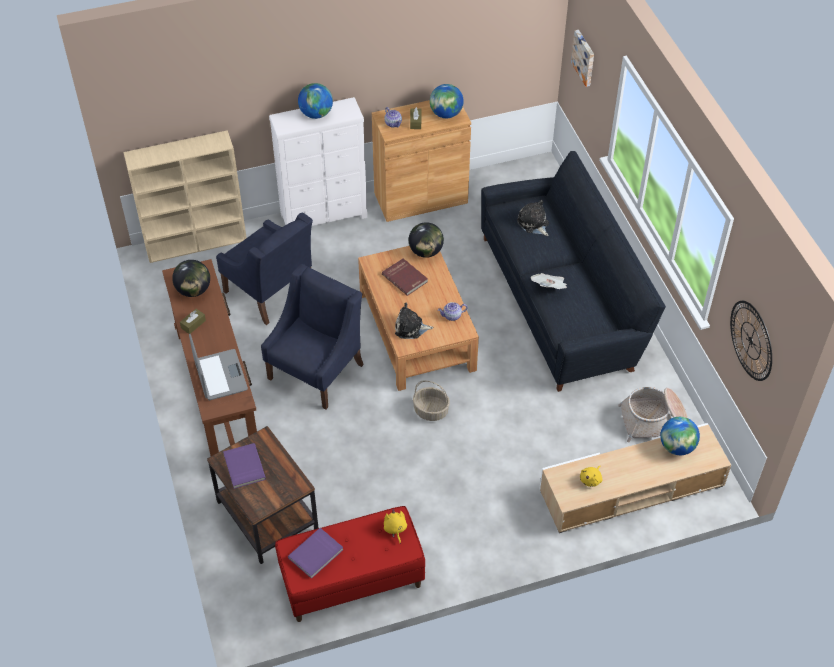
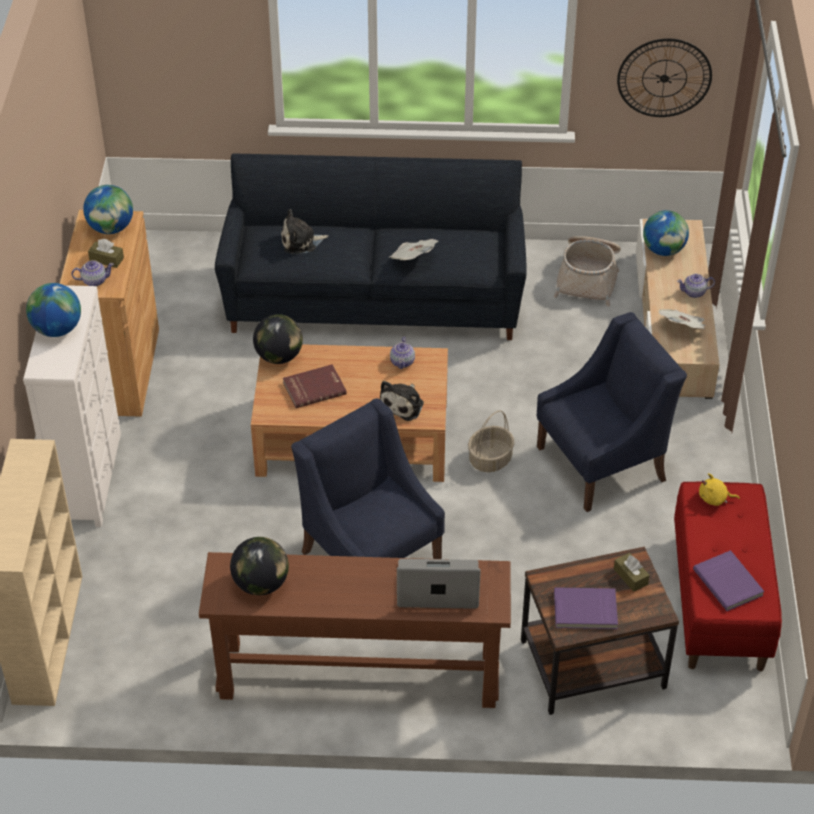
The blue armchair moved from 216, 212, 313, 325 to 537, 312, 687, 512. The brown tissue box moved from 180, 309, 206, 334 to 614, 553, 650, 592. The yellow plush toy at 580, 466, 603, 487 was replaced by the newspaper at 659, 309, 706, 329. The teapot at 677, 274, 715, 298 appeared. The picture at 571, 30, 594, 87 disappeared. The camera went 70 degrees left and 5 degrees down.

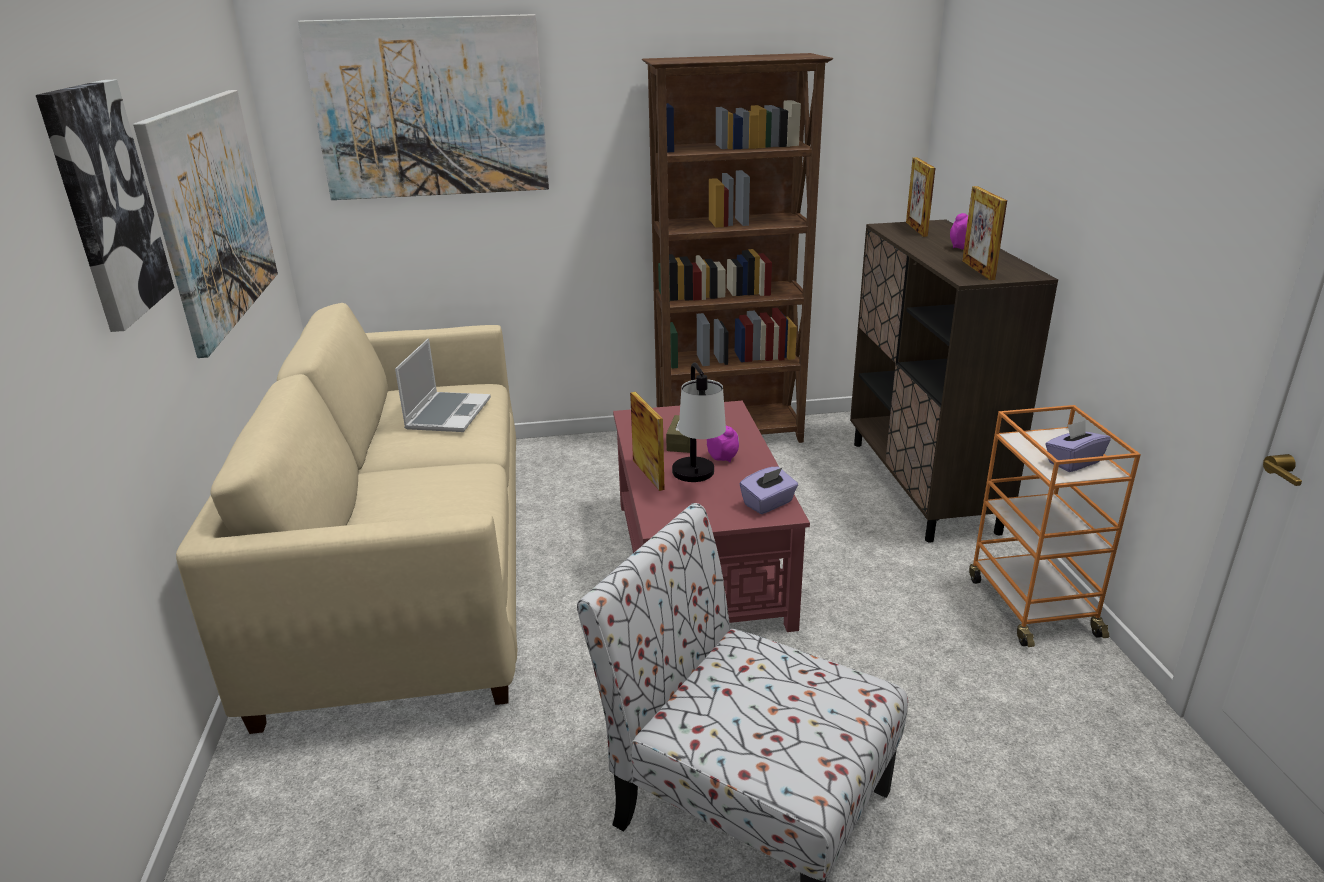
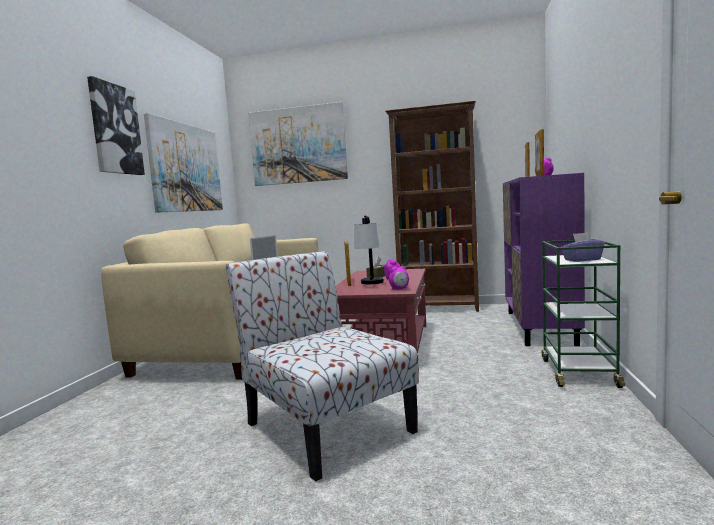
The purple tissue box at 740, 467, 798, 514 was replaced by the alarm clock at 389, 266, 409, 290. The brown cabinet at 850, 220, 1058, 543 became the purple cabinet at 503, 173, 585, 346. The orange cart at 969, 405, 1141, 647 became the green cart at 542, 239, 625, 388. The camera went 20 degrees right and 20 degrees down.

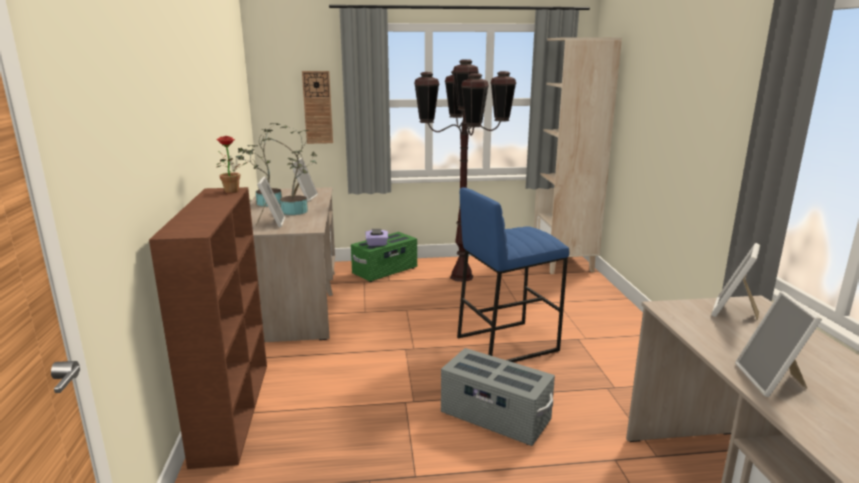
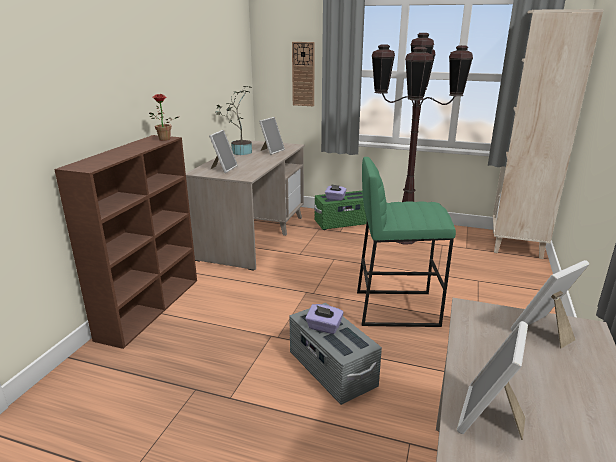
The purple tissue box at 305, 304, 344, 334 appeared. The blue stool at 457, 187, 569, 362 became the green stool at 357, 157, 456, 327. The potted plant at 262, 126, 317, 215 disappeared. The camera went 25 degrees right and 5 degrees up.

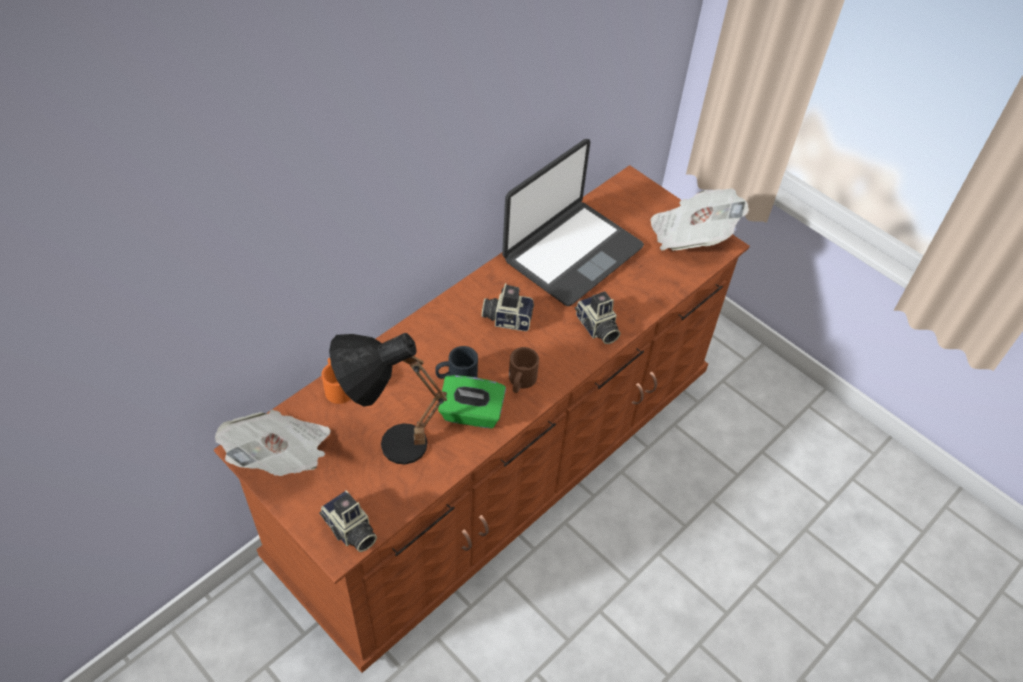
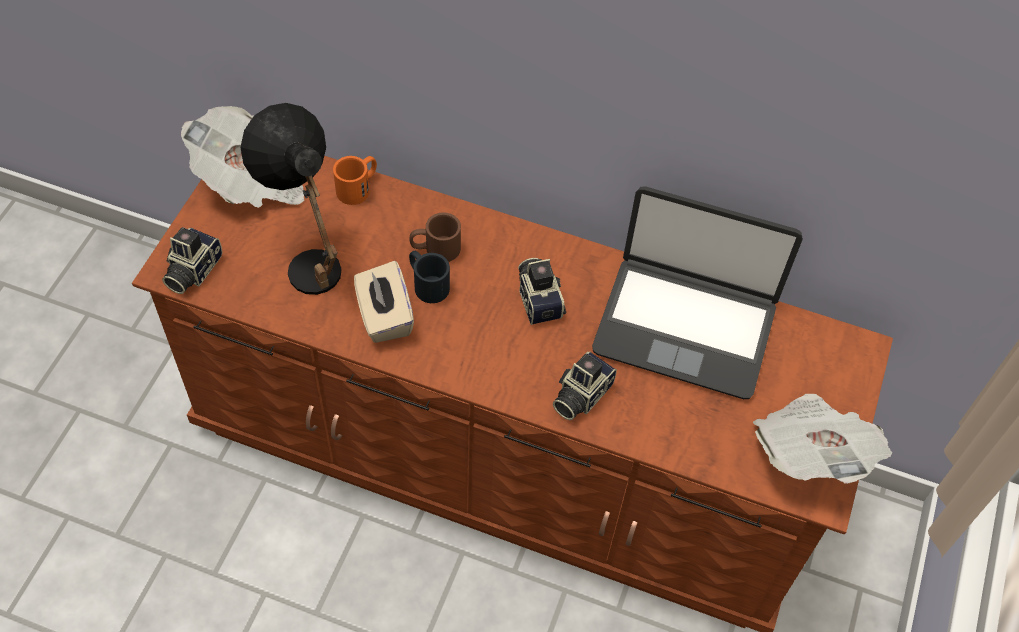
The green tissue box at 438, 375, 506, 428 became the beige tissue box at 354, 261, 414, 343. The brown mug moved from 509, 347, 539, 393 to 409, 212, 461, 262. The camera went 65 degrees right and 5 degrees up.

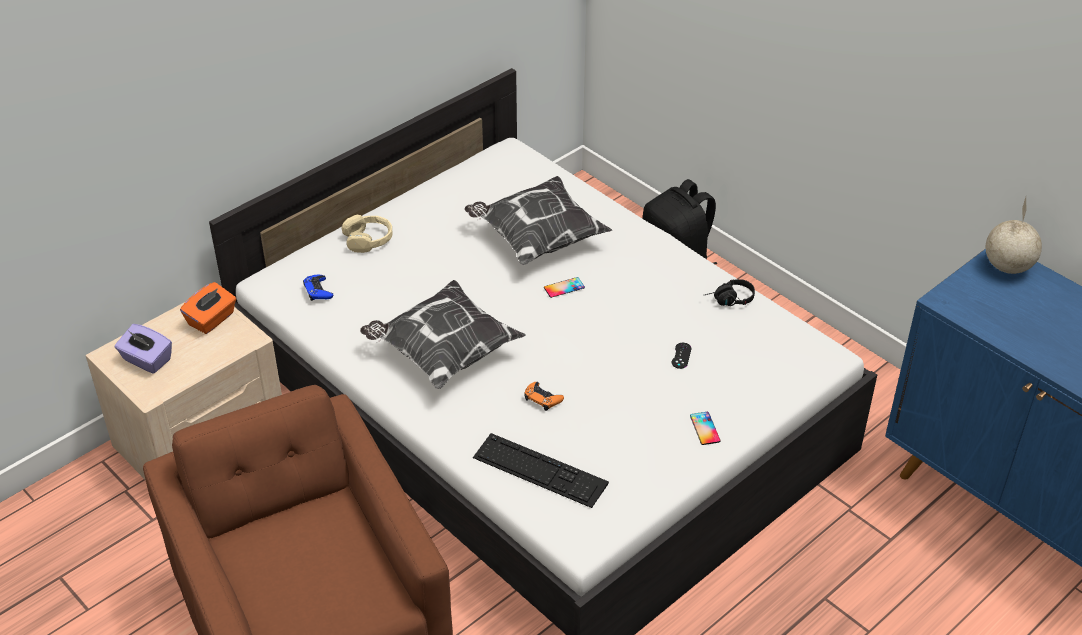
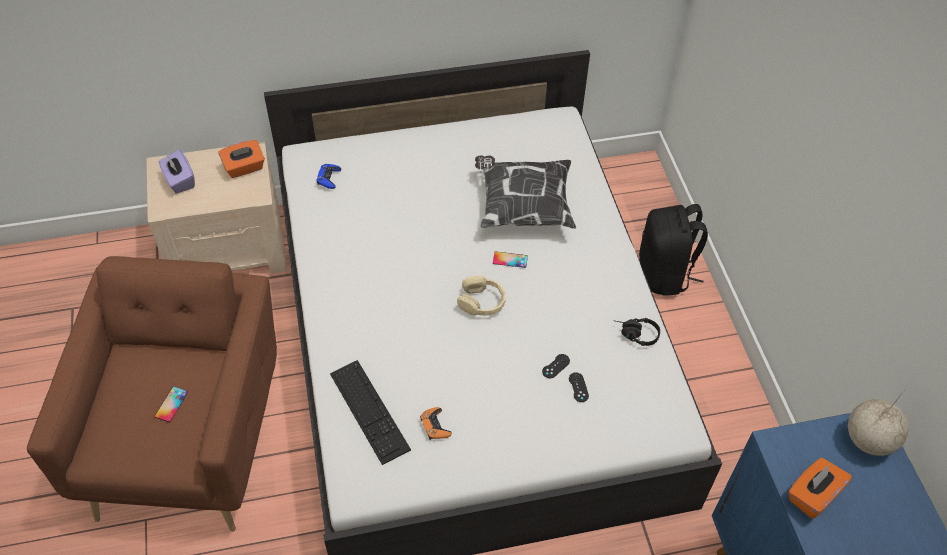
The phone moved from 690, 412, 721, 445 to 154, 386, 188, 422. The orange game controller moved from 524, 382, 564, 411 to 420, 407, 452, 440. The beige headphones moved from 342, 215, 392, 253 to 457, 276, 506, 316. The black game controller at 569, 372, 589, 402 appeared. The orange tissue box at 789, 458, 852, 519 appeared. The pillow at 360, 280, 526, 389 disappeared. The camera went 30 degrees right and 10 degrees up.

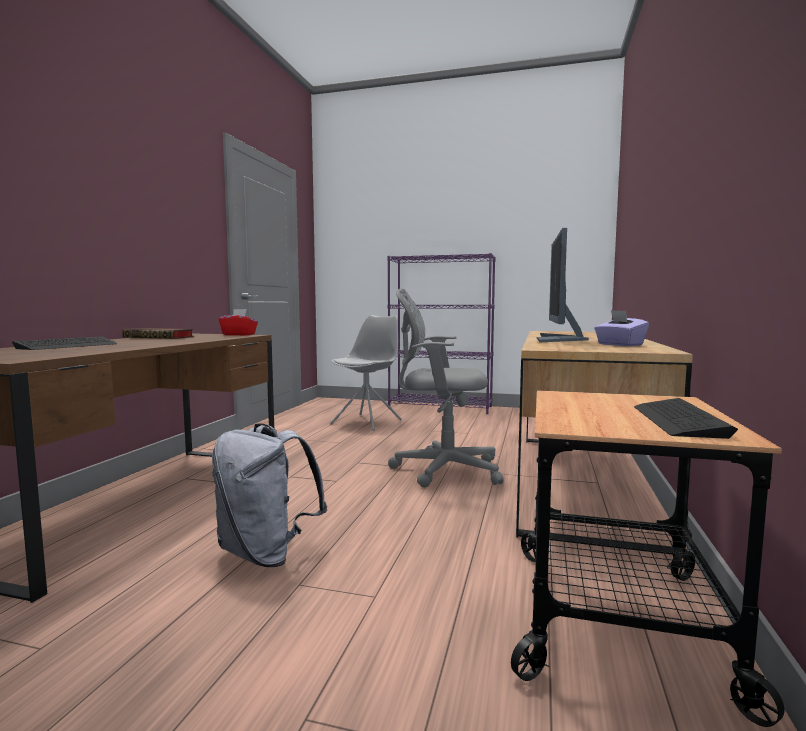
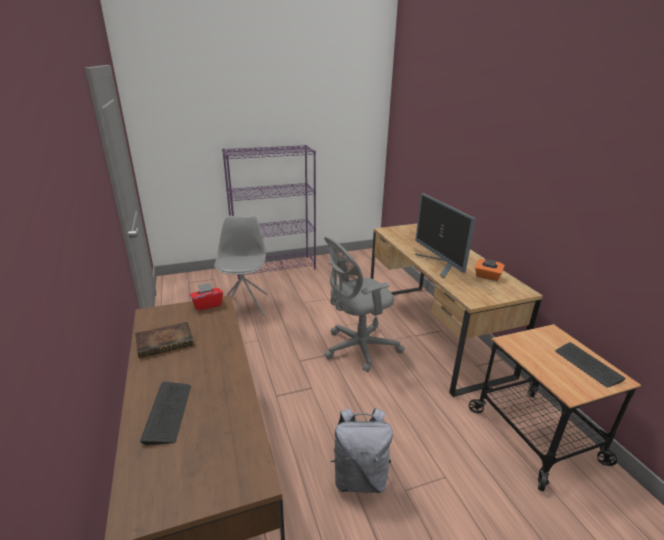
The purple tissue box at 594, 310, 649, 346 became the orange tissue box at 475, 259, 504, 281. The camera went 35 degrees left and 20 degrees up.

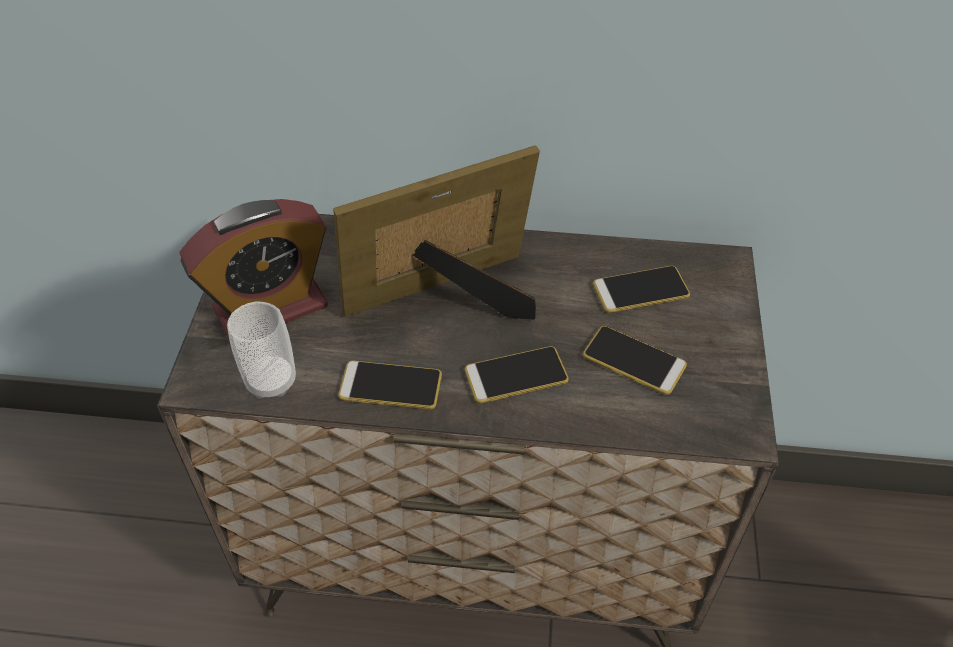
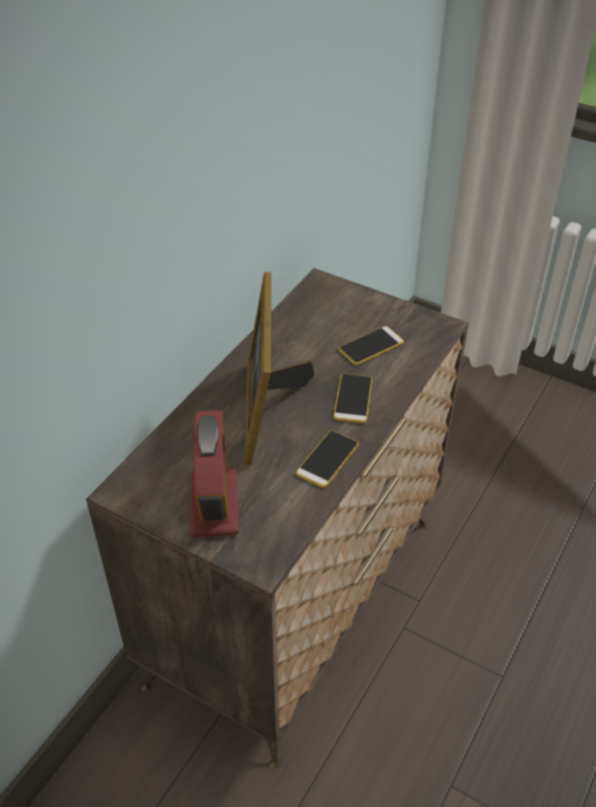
The cup at 227, 301, 296, 399 disappeared. The phone at 593, 266, 690, 313 disappeared. The camera went 65 degrees left and 5 degrees down.

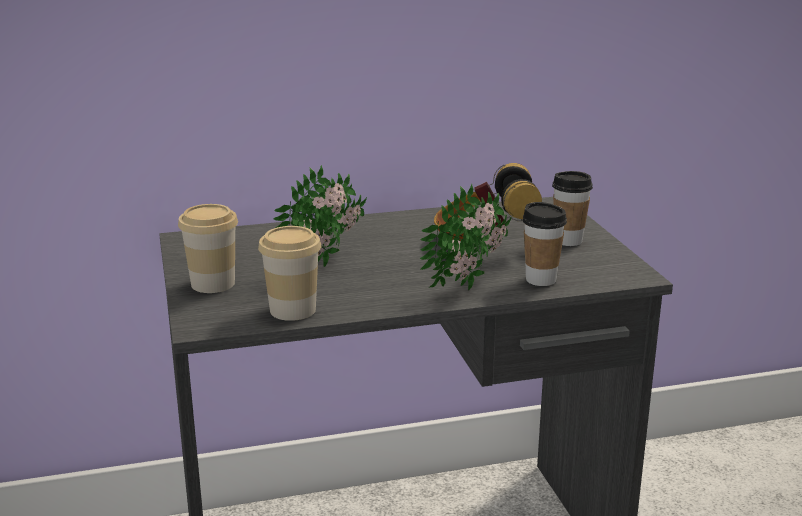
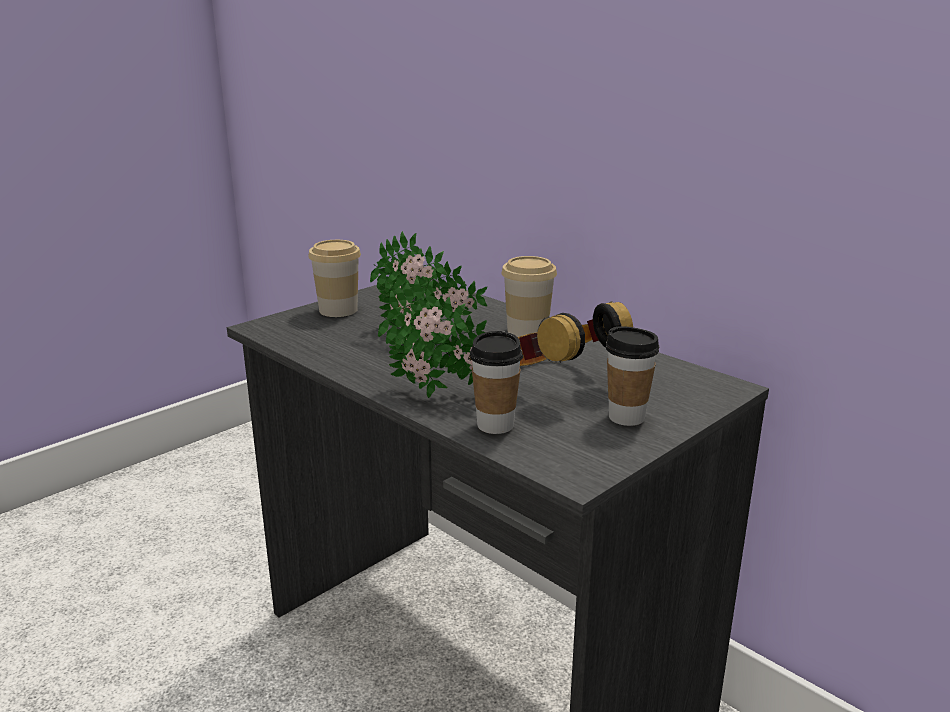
The cup moved from 258, 226, 321, 321 to 501, 256, 557, 337. The camera went 60 degrees right and 0 degrees up.

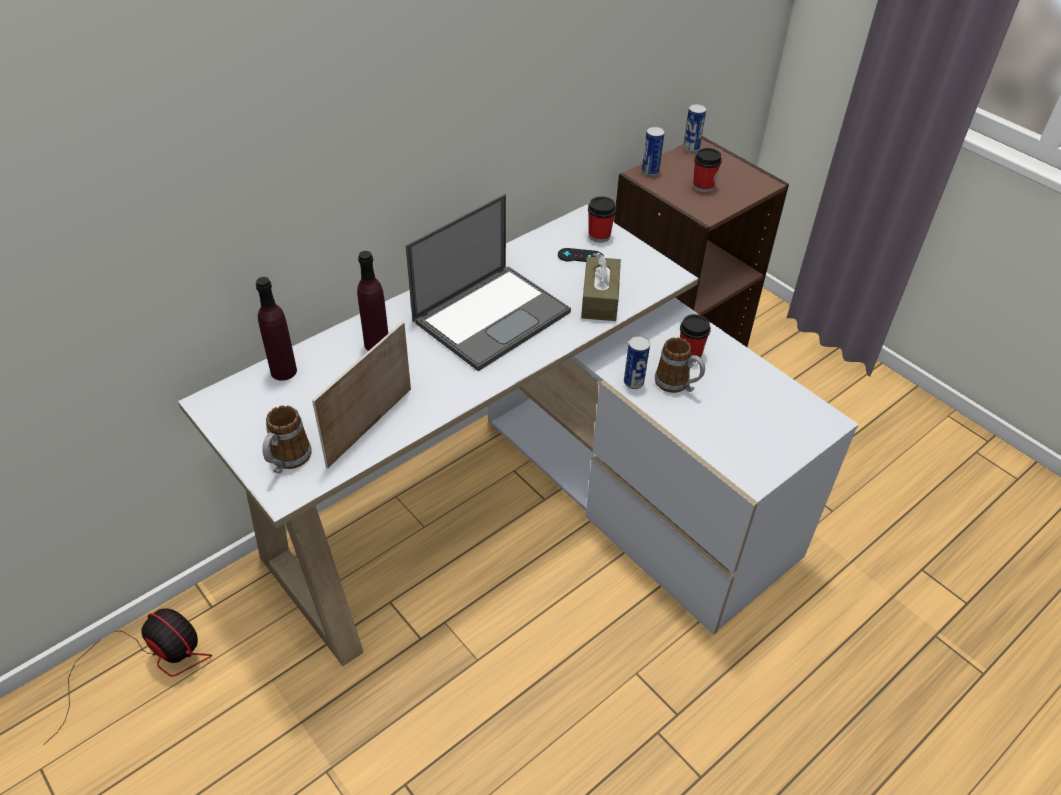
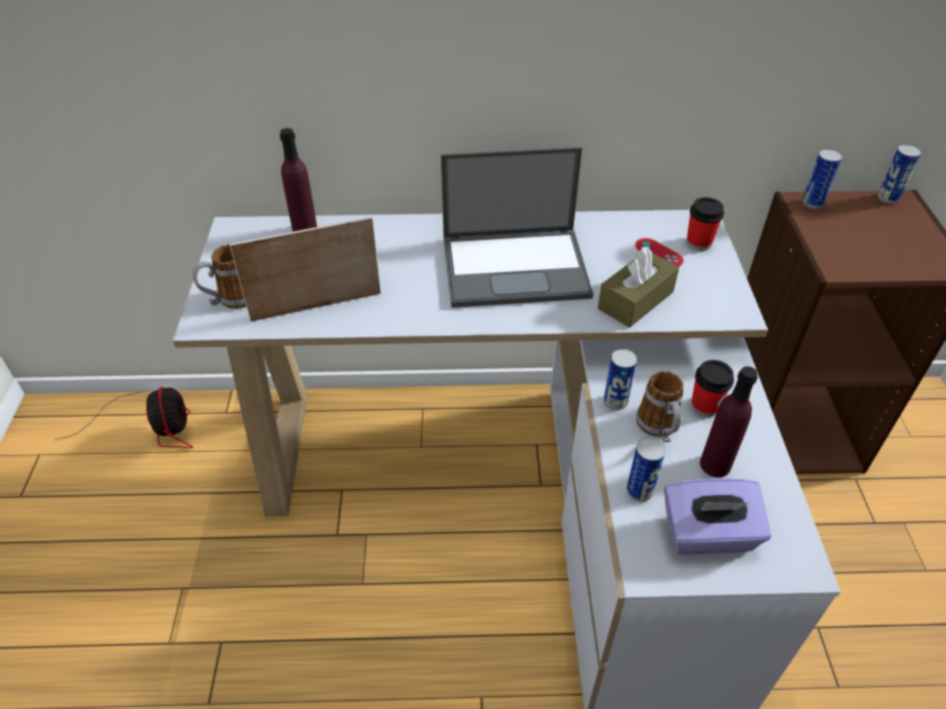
The can at 627, 437, 665, 502 appeared. The black game controller at 558, 248, 604, 262 became the red game controller at 635, 238, 683, 267. The purple tissue box at 664, 478, 771, 555 appeared. The purple bottle moved from 357, 251, 388, 351 to 700, 366, 758, 477. The cup at 693, 148, 722, 193 disappeared. The camera went 40 degrees right and 0 degrees up.

